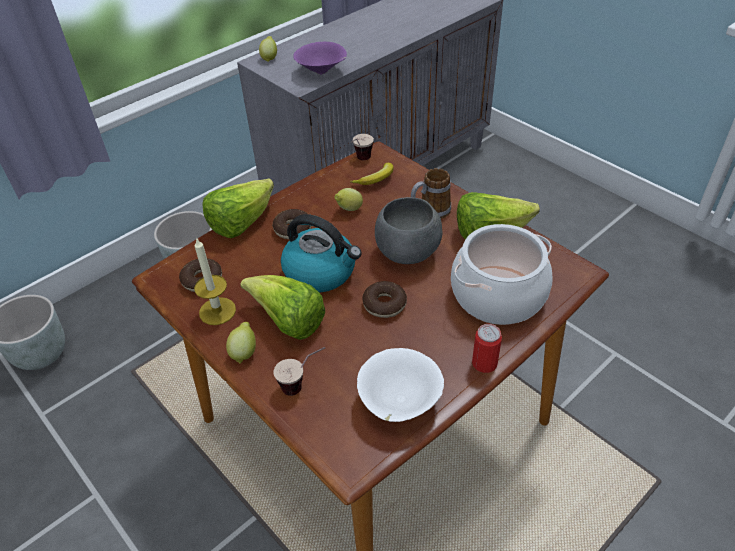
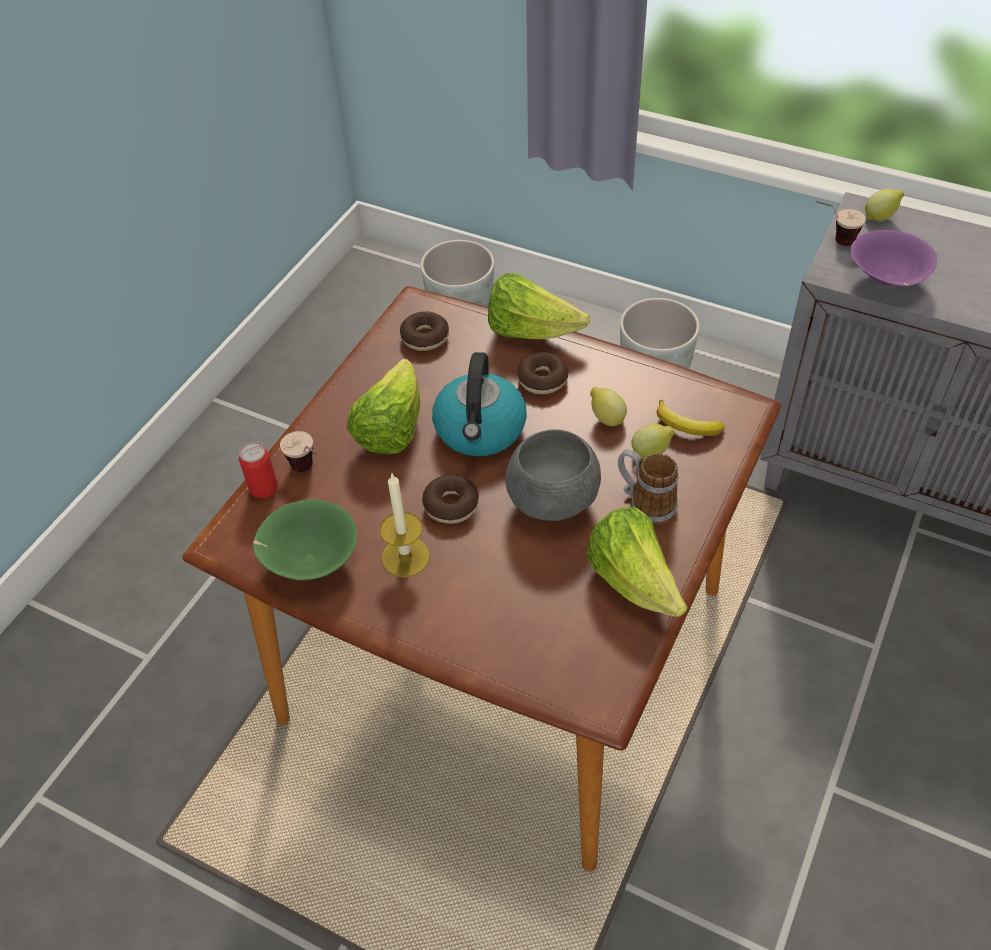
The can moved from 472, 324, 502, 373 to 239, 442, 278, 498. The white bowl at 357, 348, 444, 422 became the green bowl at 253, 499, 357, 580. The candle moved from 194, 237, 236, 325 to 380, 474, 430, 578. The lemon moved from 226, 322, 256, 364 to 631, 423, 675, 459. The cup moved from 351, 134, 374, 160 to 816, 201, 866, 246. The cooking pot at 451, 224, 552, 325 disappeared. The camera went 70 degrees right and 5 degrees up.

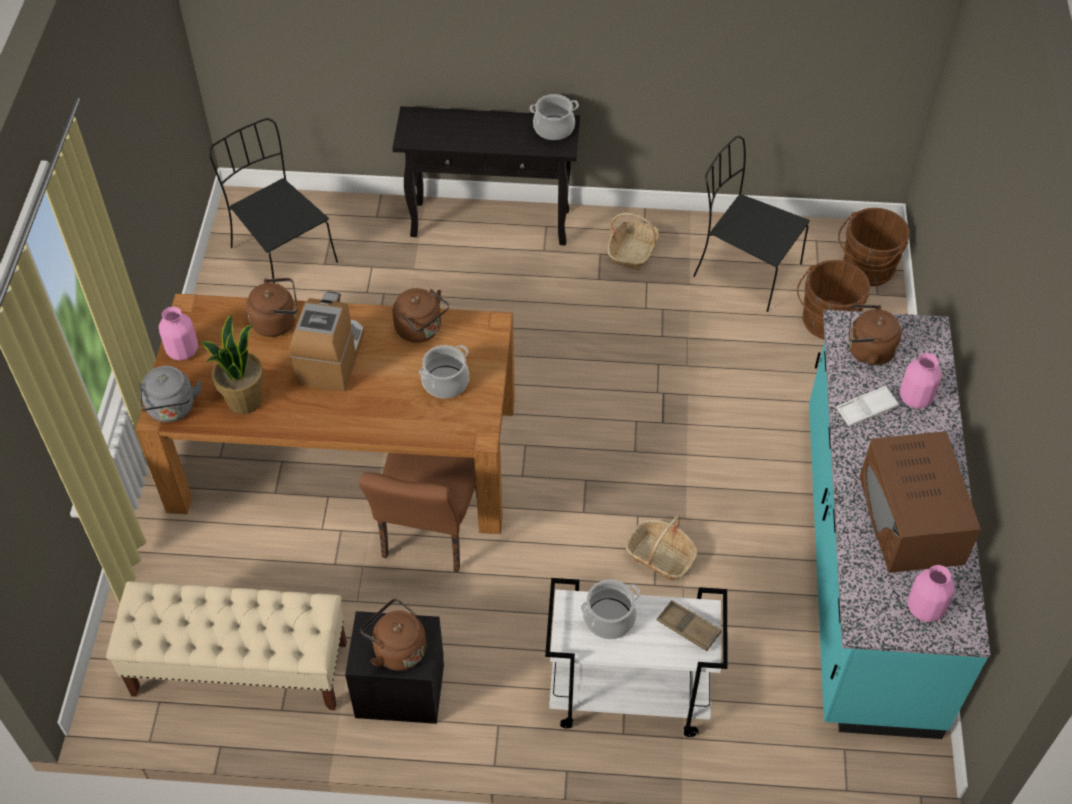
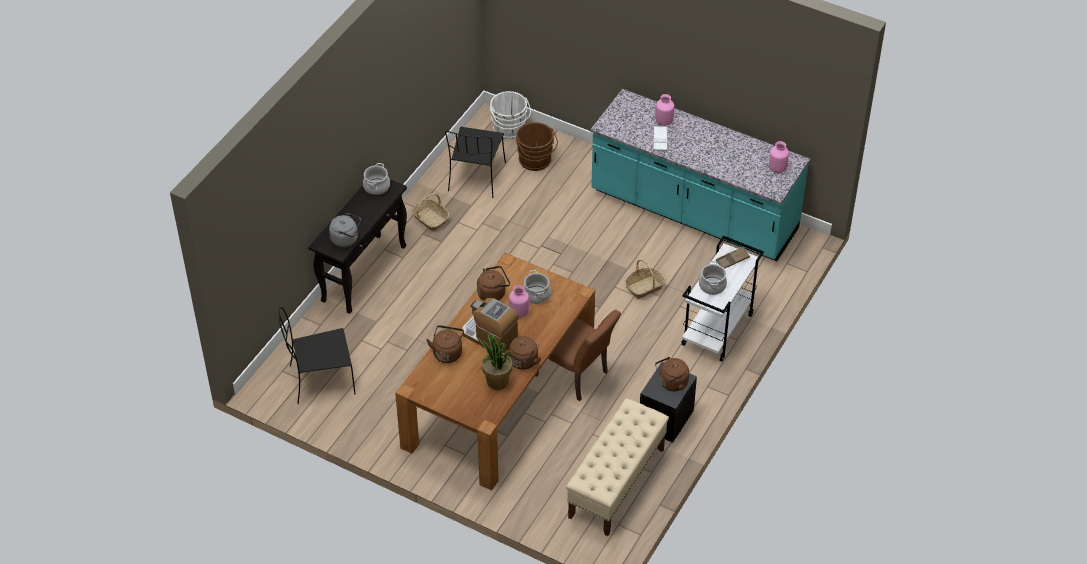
The grey kettle moved from 140, 366, 202, 422 to 329, 213, 361, 247. The black chair at 693, 136, 810, 312 turned 45 degrees counterclockwise. The brown bucket at 838, 208, 910, 286 became the white bucket at 490, 91, 531, 139. The brown kettle moved from 849, 304, 902, 366 to 503, 336, 541, 370. The pink vase moved from 159, 307, 198, 361 to 509, 285, 529, 318. The brown microwave at 859, 431, 981, 573 disappeared. The camera went 65 degrees left and 5 degrees down.

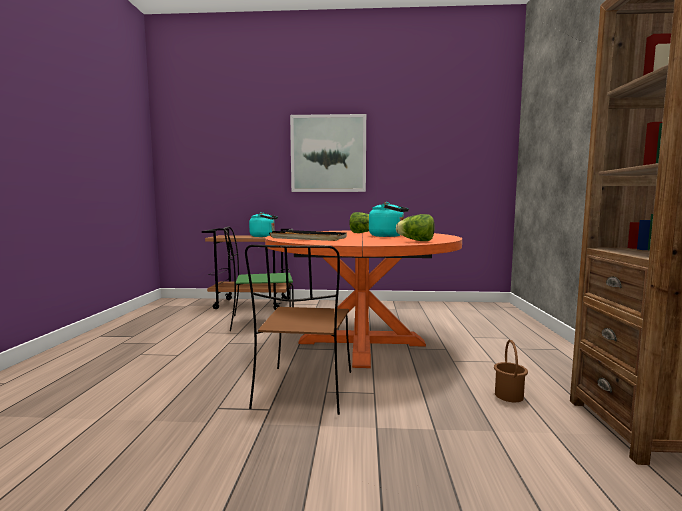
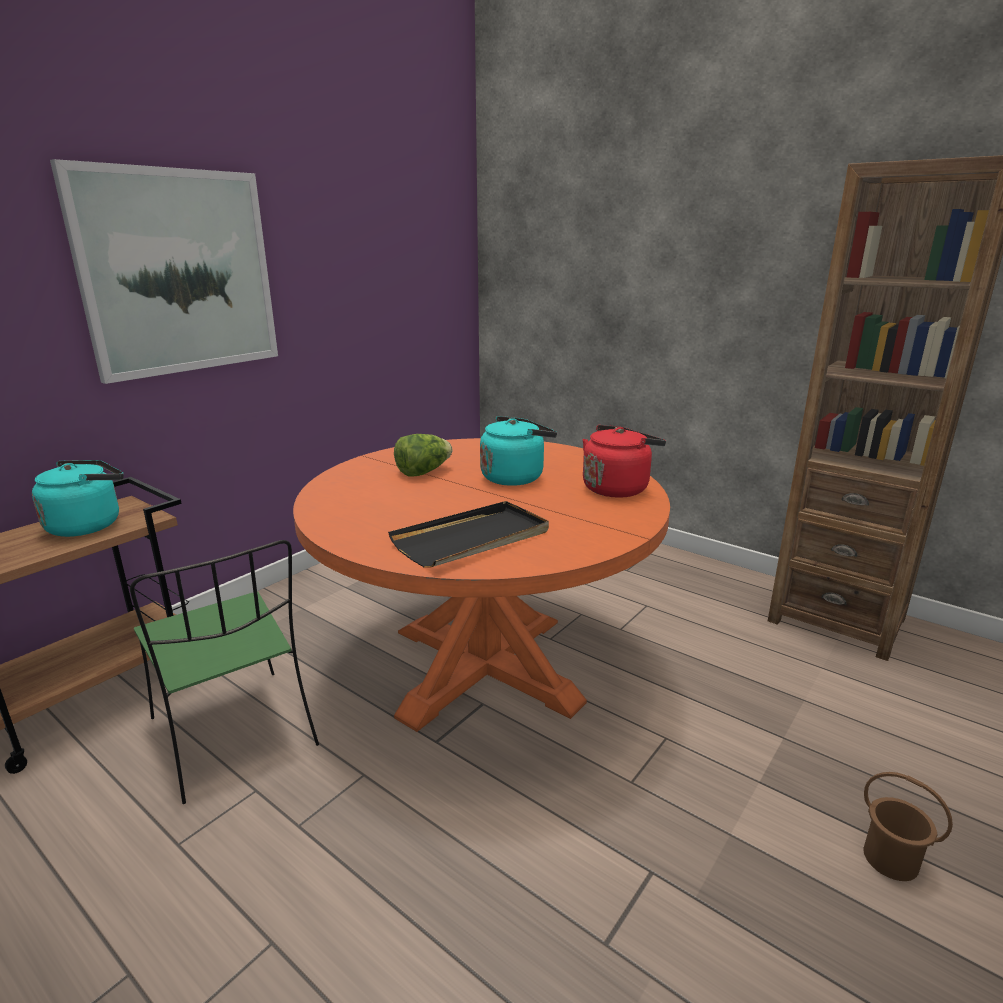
The green chair at 223, 227, 294, 331 turned 60 degrees counterclockwise. The lettuce at 396, 214, 435, 241 was replaced by the red kettle at 583, 425, 666, 498. The brown bucket moved from 494, 340, 528, 402 to 864, 772, 953, 881. The brown chair at 245, 245, 351, 415 disappeared. The camera went 55 degrees left and 15 degrees up.

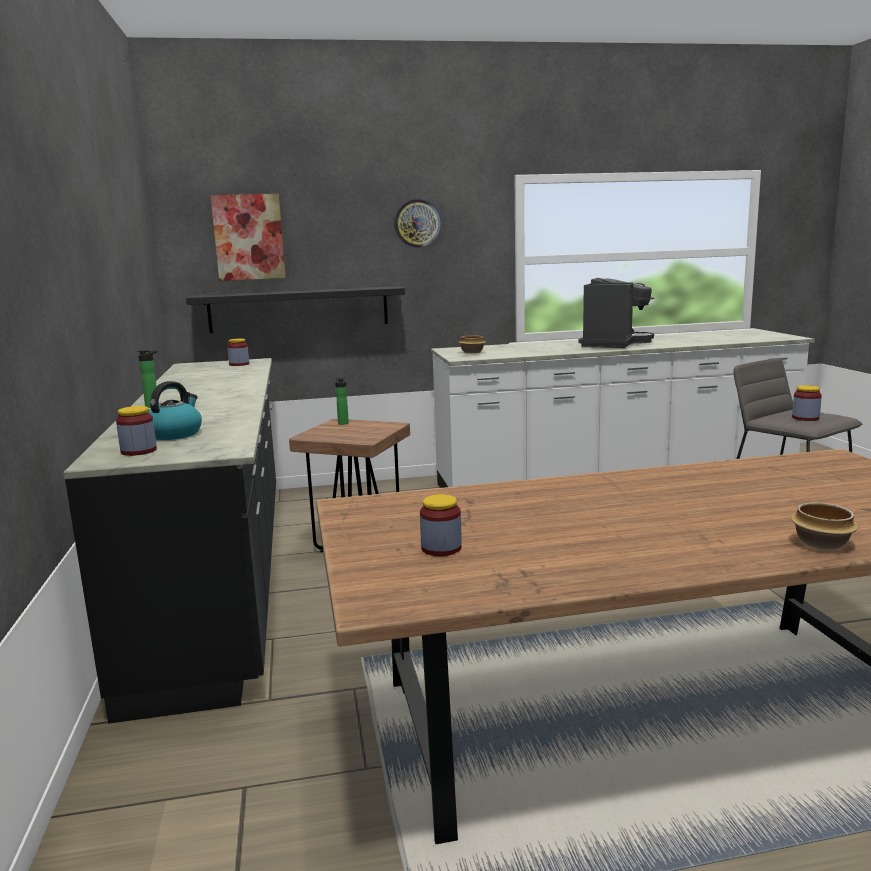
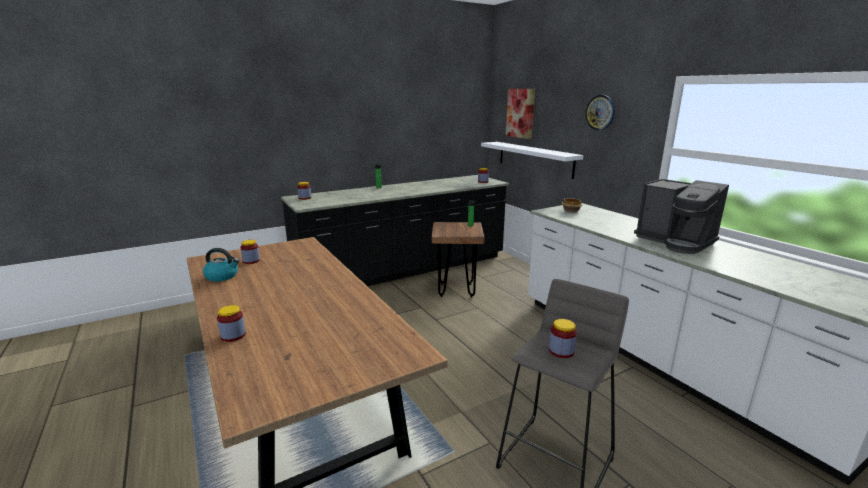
The kettle moved from 149, 381, 202, 440 to 203, 248, 239, 282. The bowl at 791, 502, 858, 550 was replaced by the jar at 217, 305, 246, 342. The black shelf at 186, 286, 405, 333 became the white shelf at 481, 142, 584, 179. The coffee machine at 578, 278, 654, 348 turned 45 degrees clockwise. The camera went 70 degrees right and 5 degrees up.

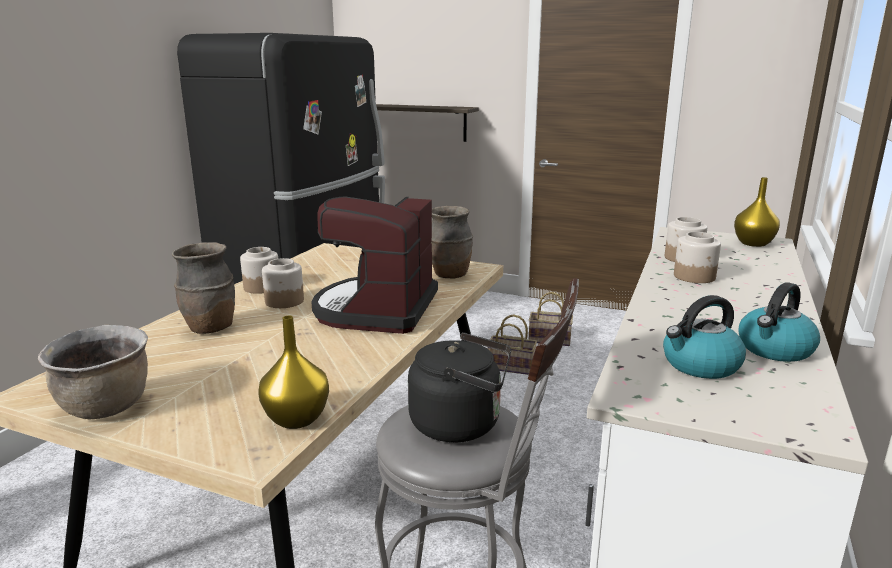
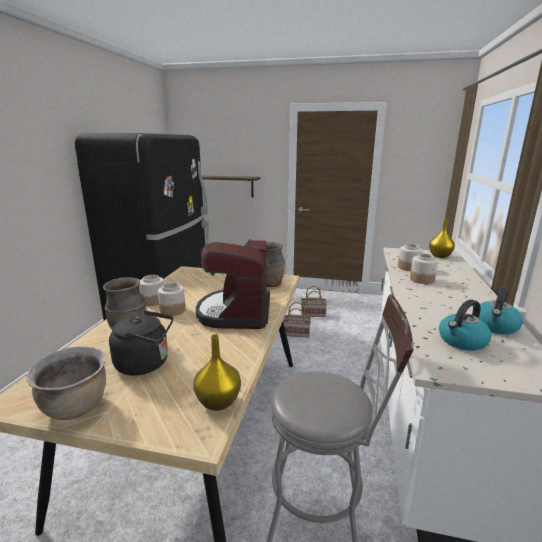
The black kettle moved from 408, 333, 511, 442 to 109, 310, 173, 376. The camera went 10 degrees left and 0 degrees up.

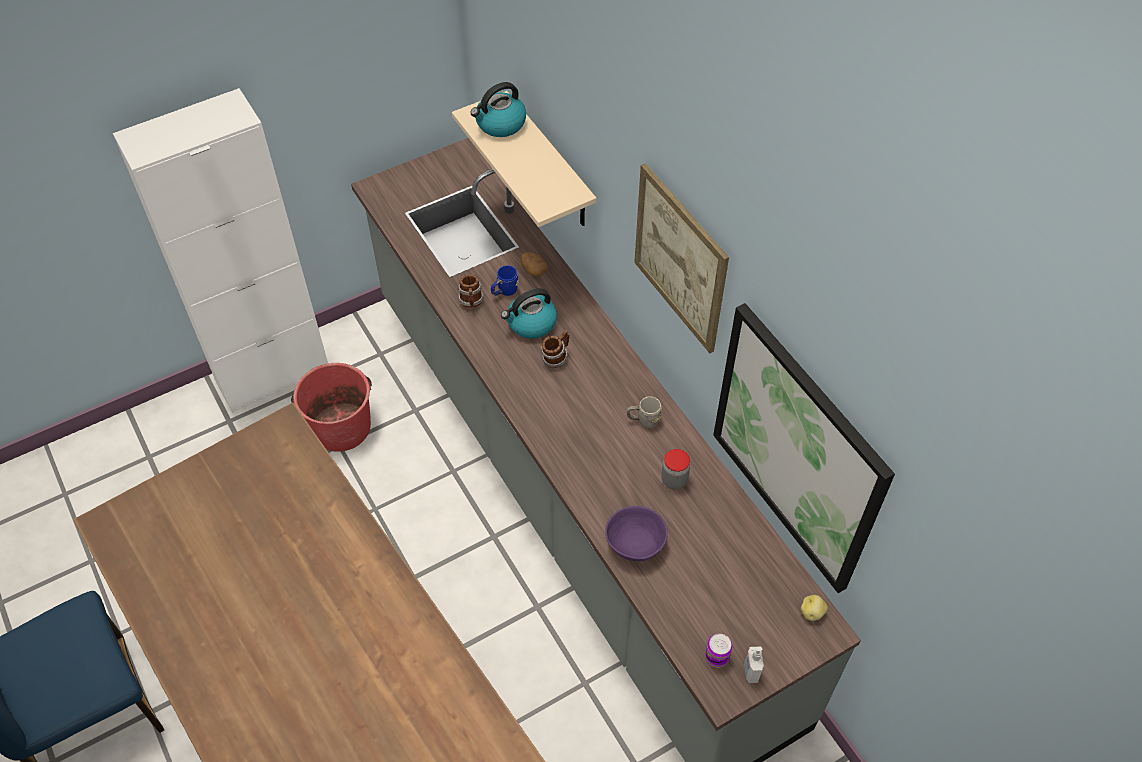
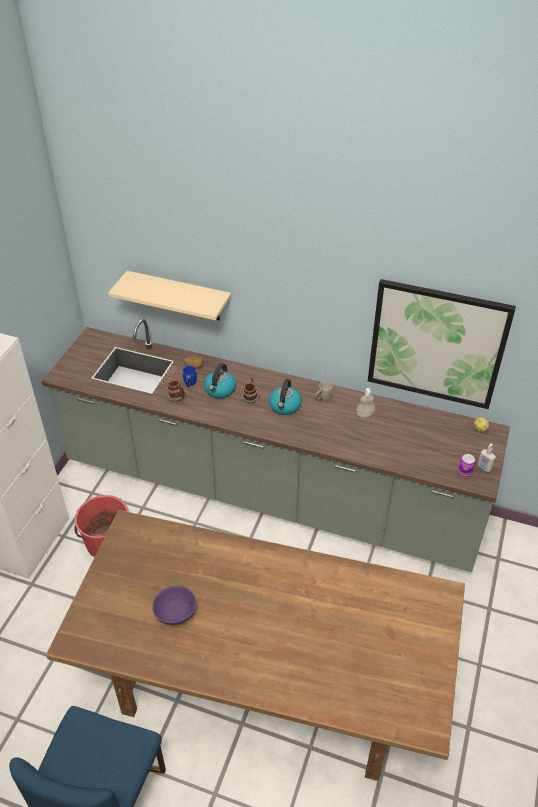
The purple bowl moved from 605, 506, 668, 561 to 152, 586, 196, 625. The kettle moved from 470, 82, 526, 137 to 269, 379, 302, 415. The jar at 661, 449, 690, 489 was replaced by the soap dispenser at 356, 388, 375, 418. The picture at 634, 163, 729, 354 disappeared. The camera went 40 degrees left and 10 degrees down.

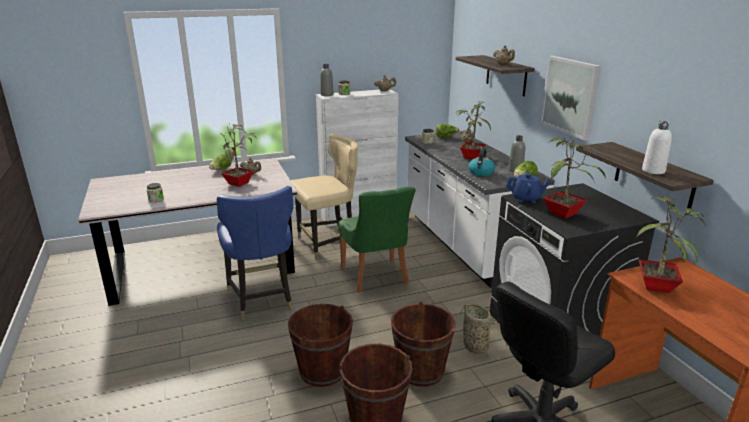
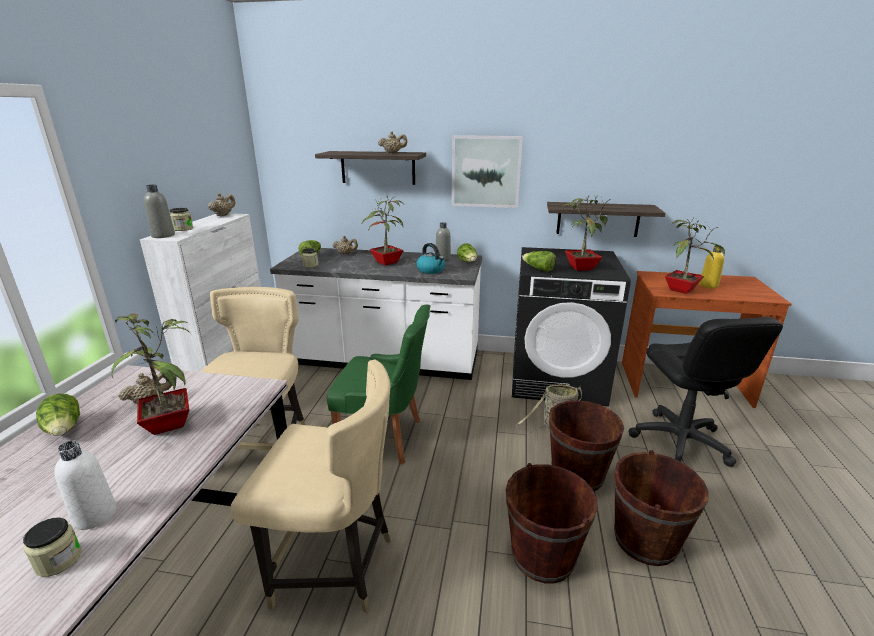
The white bottle moved from 642, 121, 672, 174 to 54, 441, 116, 530. The blue chair at 217, 186, 294, 320 became the beige chair at 231, 360, 391, 614. The blue teapot at 506, 172, 551, 203 was replaced by the lettuce at 522, 251, 556, 272. The yellow bottle at 699, 246, 724, 289 appeared. The camera went 60 degrees left and 0 degrees up.

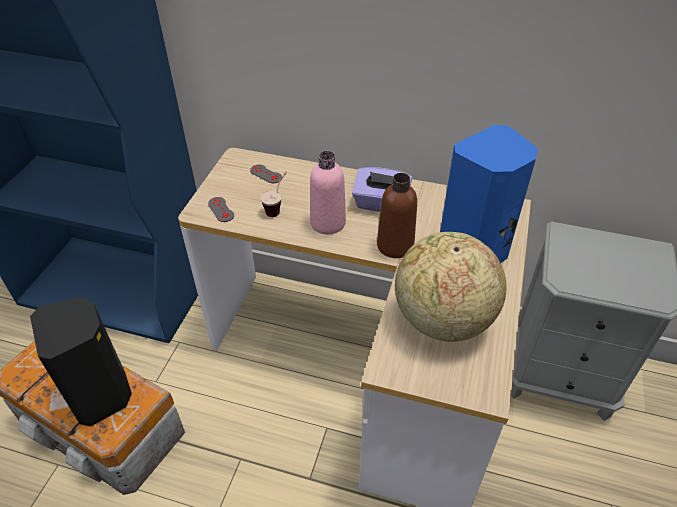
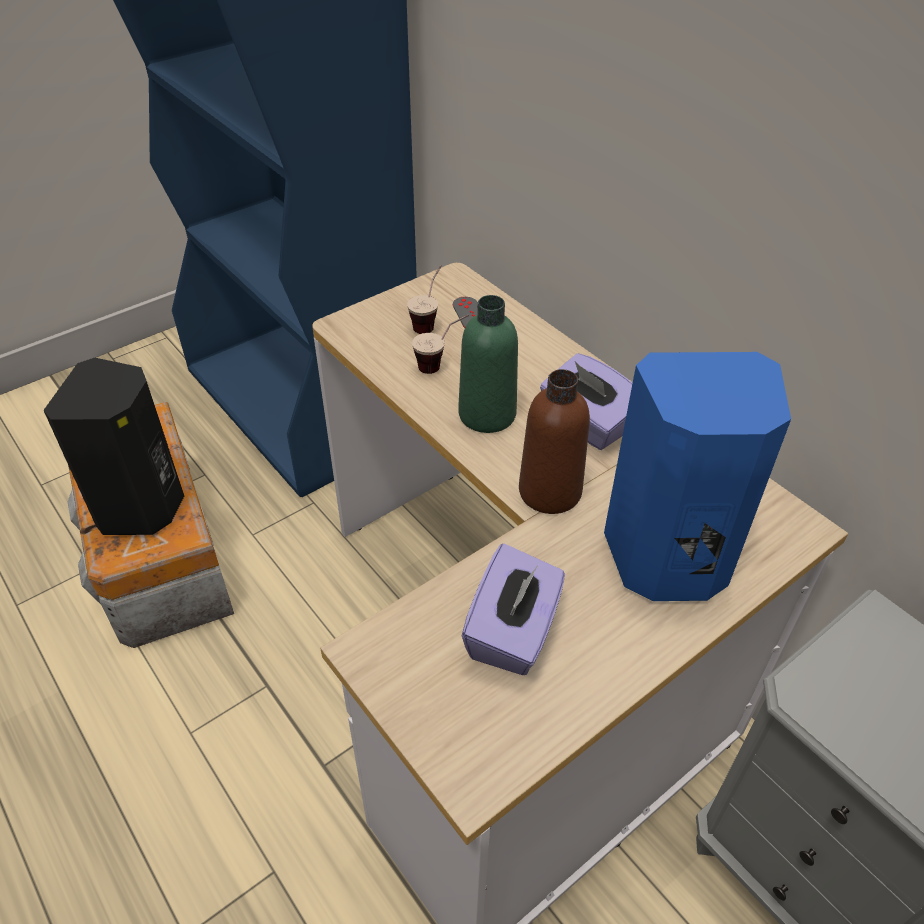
The cup at 407, 265, 442, 334 appeared. The pink bottle at 310, 151, 346, 234 became the green bottle at 458, 295, 518, 433. The globe at 395, 232, 507, 342 was replaced by the purple tissue box at 462, 544, 565, 675. The grey game controller at 208, 197, 234, 222 disappeared. The camera went 35 degrees right and 0 degrees up.

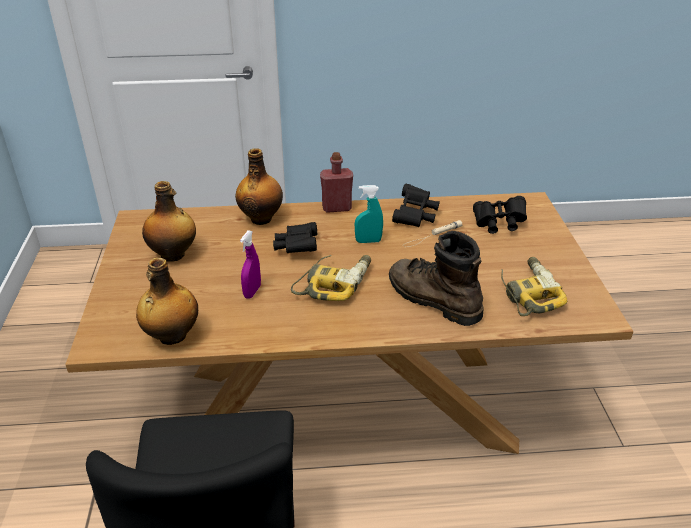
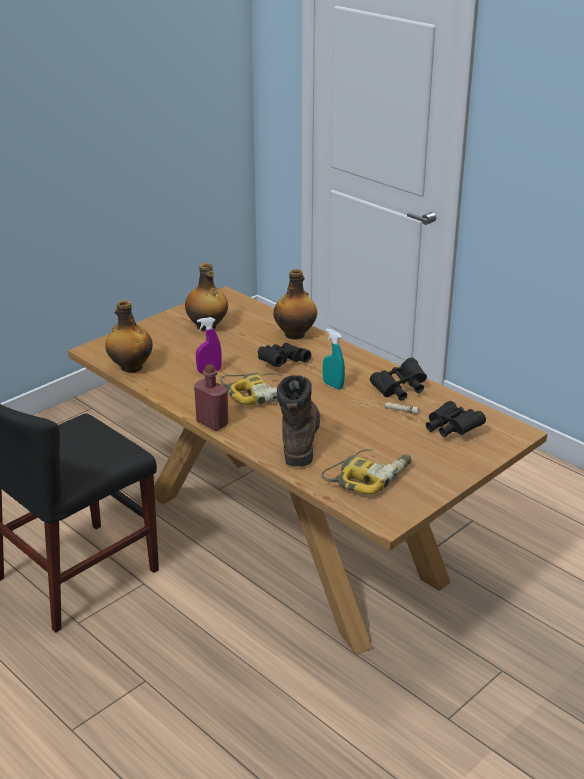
The red bottle moved from 320, 152, 353, 213 to 194, 364, 229, 431. The camera went 50 degrees right and 5 degrees down.

